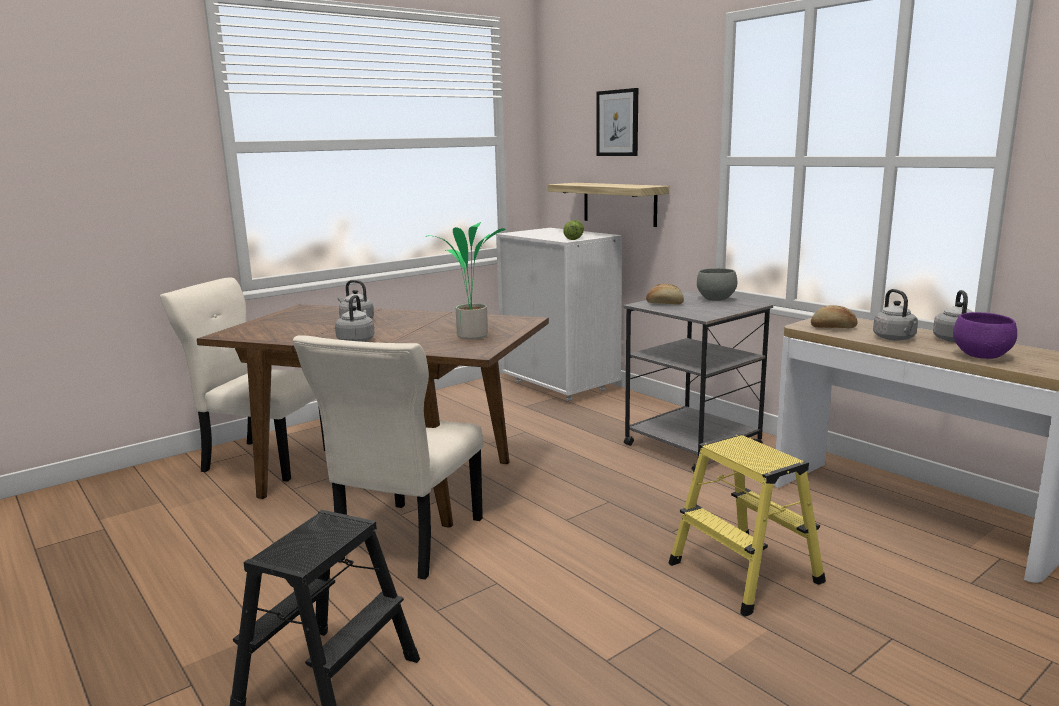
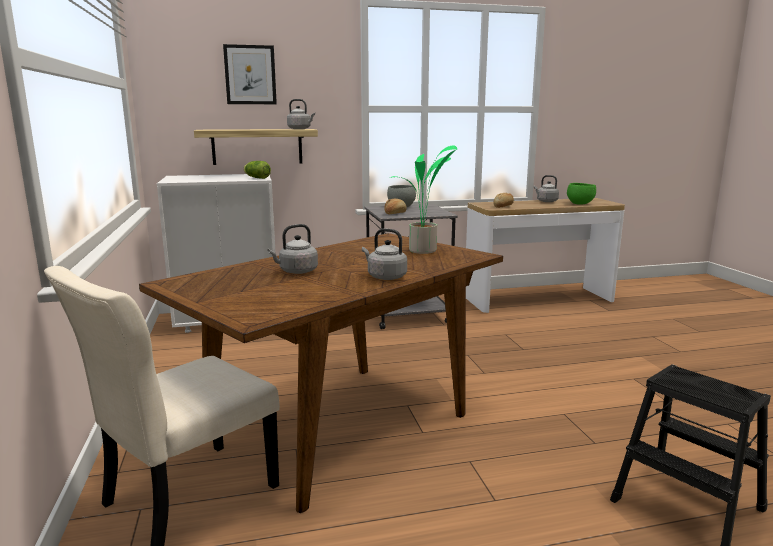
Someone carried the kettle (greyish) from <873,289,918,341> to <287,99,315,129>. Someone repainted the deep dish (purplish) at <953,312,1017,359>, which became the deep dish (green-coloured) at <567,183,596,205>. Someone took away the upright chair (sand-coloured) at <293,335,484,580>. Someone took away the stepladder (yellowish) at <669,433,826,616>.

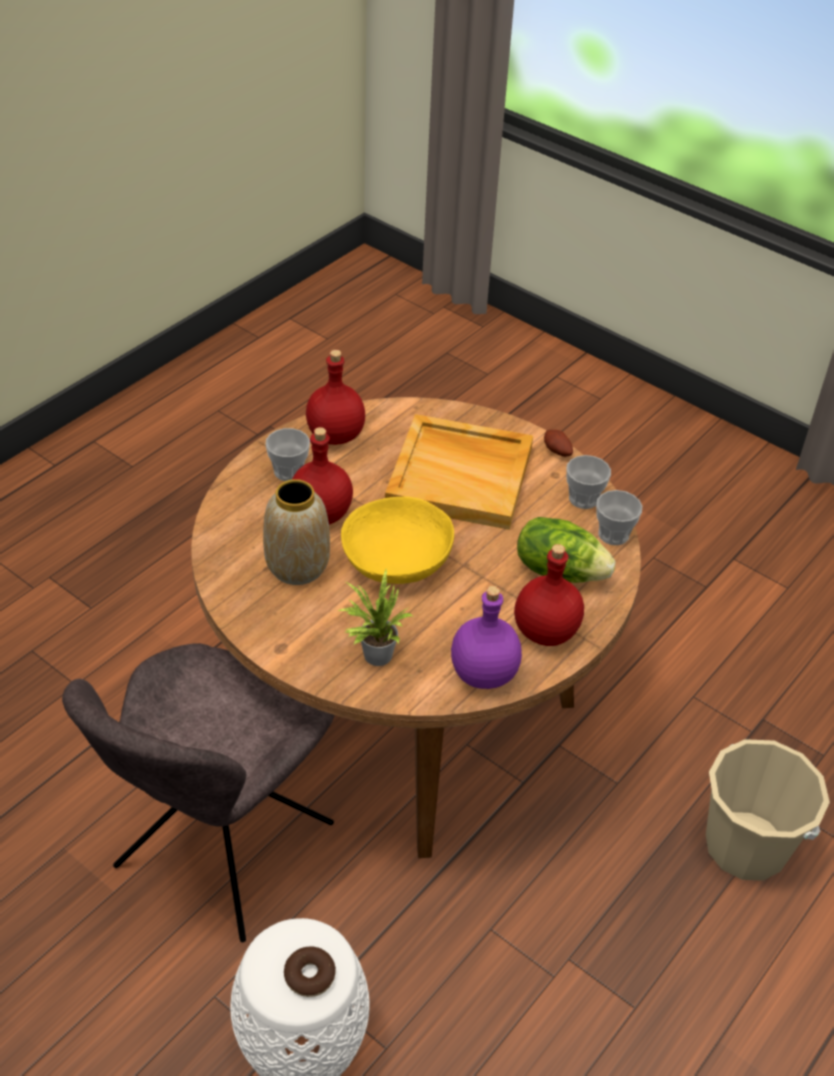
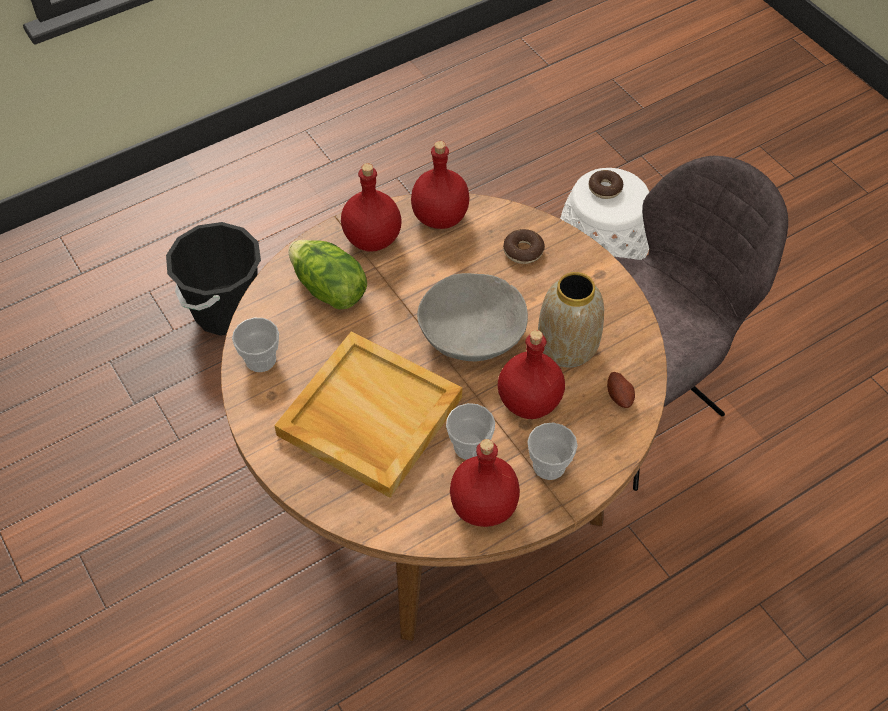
Someone repainted the bucket (sand-coloured) at <706,739,830,881>, which became the bucket (black-coloured) at <166,222,261,336>. Someone repainted the beverage bottle (purplish) at <451,586,522,689>, which became the beverage bottle (reddish) at <411,141,470,229>. Someone repainted the deep dish (yellowish) at <341,497,454,584>, which became the deep dish (greyish) at <417,273,528,361>. Someone carried the small cup from <596,490,642,545> to <446,403,495,460>. Someone swapped the potted plant at <338,570,414,666> for the doughnut at <503,229,545,264>. Someone carried the spud from <544,430,573,457> to <607,372,635,408>.

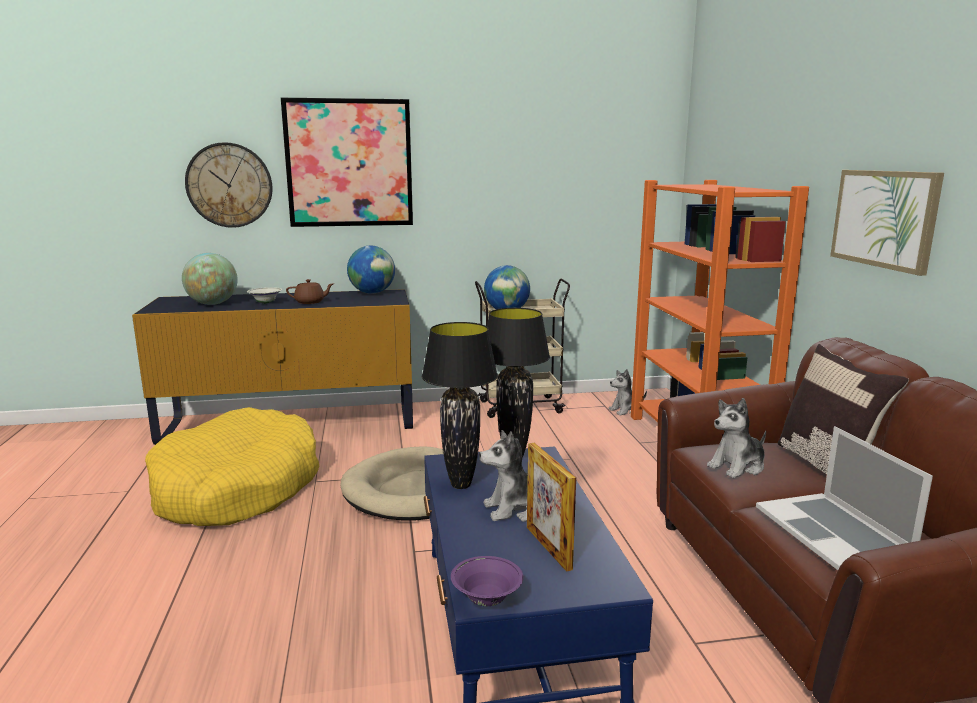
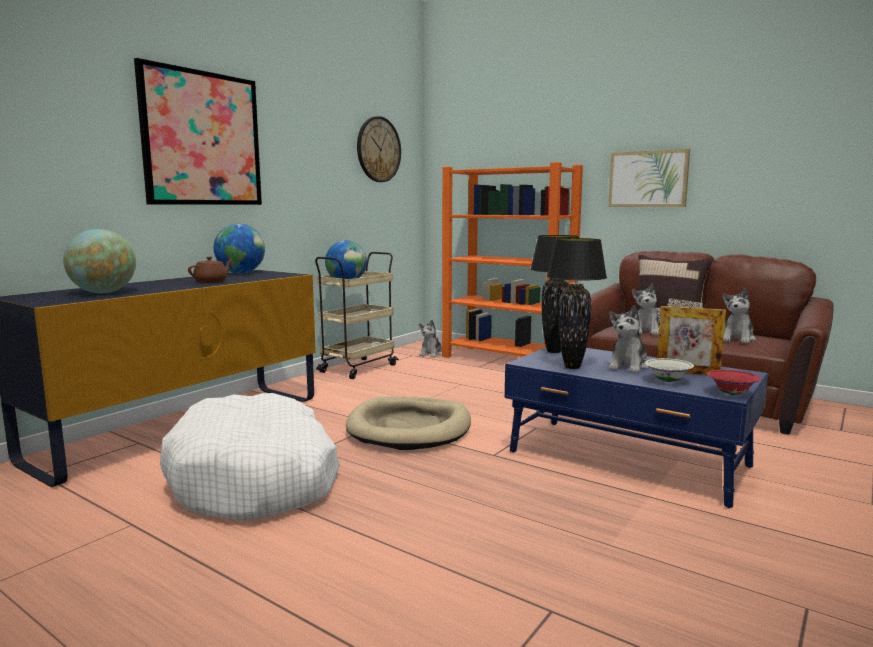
Someone repainted the dog bed (yellowish) at <145,407,319,526>, which became the dog bed (white) at <160,393,340,521>. Someone carried the wall clock from <185,142,273,228> to <357,116,401,182>. Someone carried the deep dish (white) from <247,287,282,304> to <645,358,694,382>. Someone repainted the deep dish (purplish) at <451,556,523,606>, which became the deep dish (reddish) at <707,370,761,395>. Someone swapped the notebook computer at <756,426,933,570> for the cuddly toy at <722,288,756,343>.

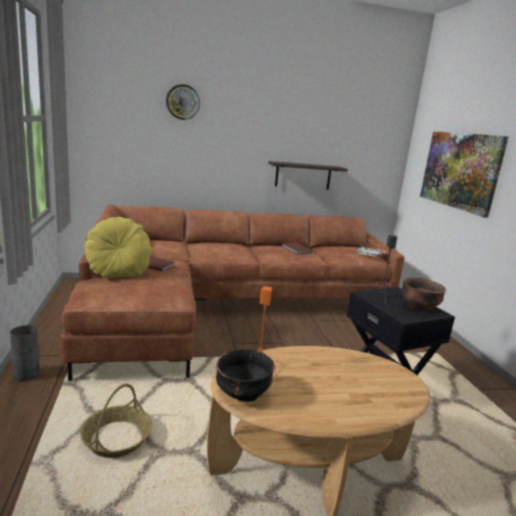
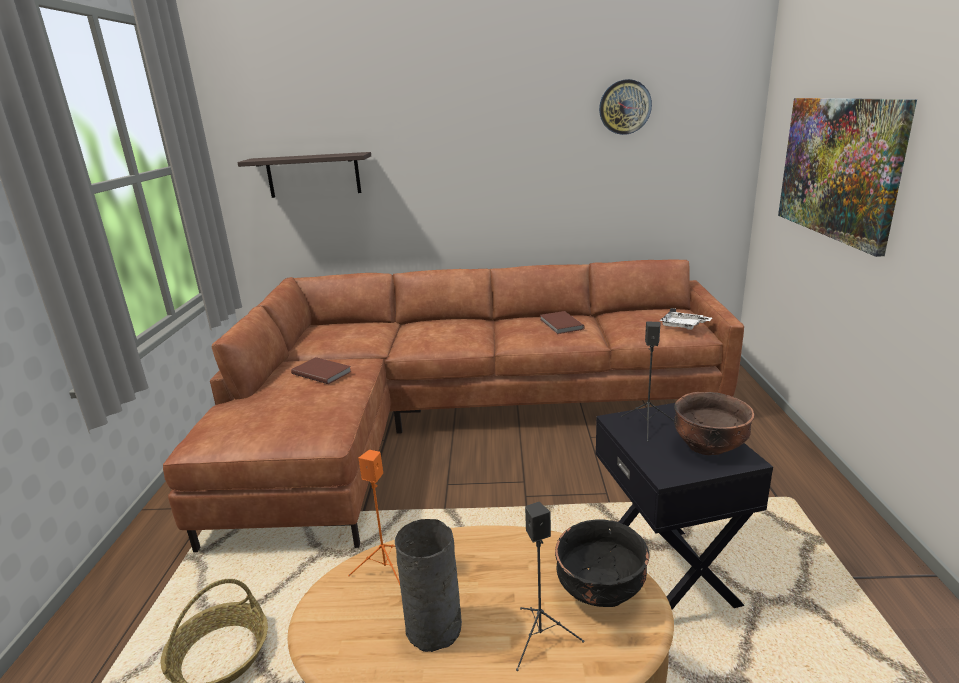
Someone carried the wall shelf from <268,161,348,190> to <237,152,371,198>. Someone carried the vase (greyish) from <10,325,40,381> to <395,519,462,652>. Someone put down the audio speaker (black-coloured) at <516,502,585,671>. Someone carried the deep dish (black-coloured) from <216,349,275,402> to <555,520,649,607>. Someone carried the wall clock from <166,84,200,120> to <599,79,652,135>. Someone took away the pillow (yellowish) at <85,217,152,278>.

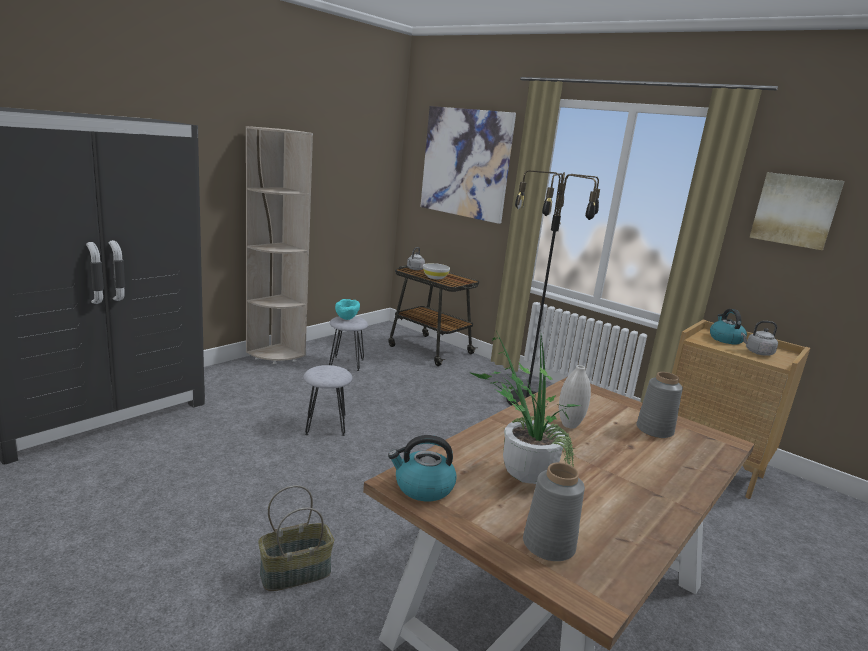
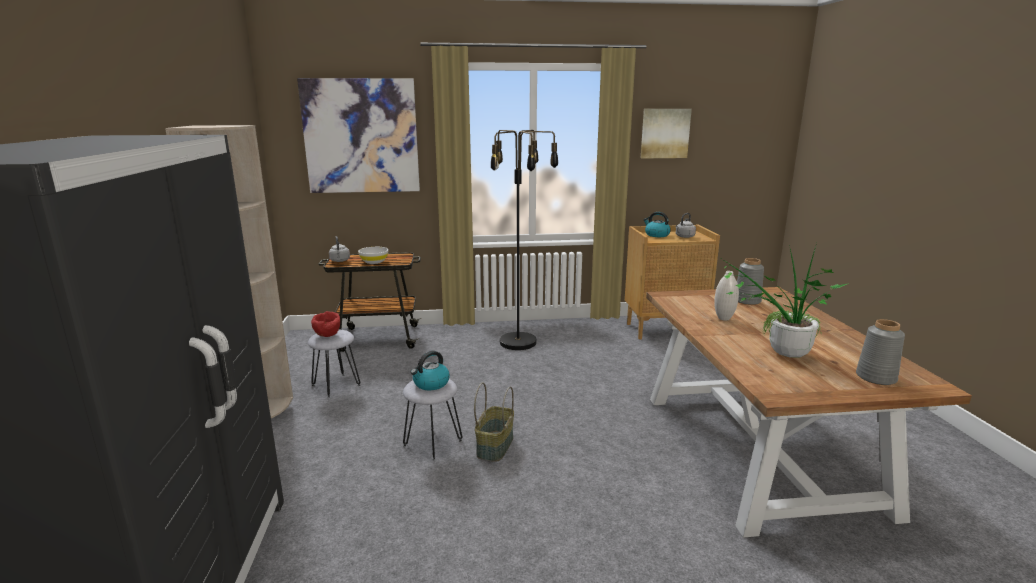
Someone repainted the deep dish (turquoise) at <335,299,360,320>, which became the deep dish (reddish) at <311,311,340,337>. Someone carried the kettle from <388,435,457,501> to <411,351,450,390>. Someone carried the basket from <258,485,334,591> to <474,383,514,462>.

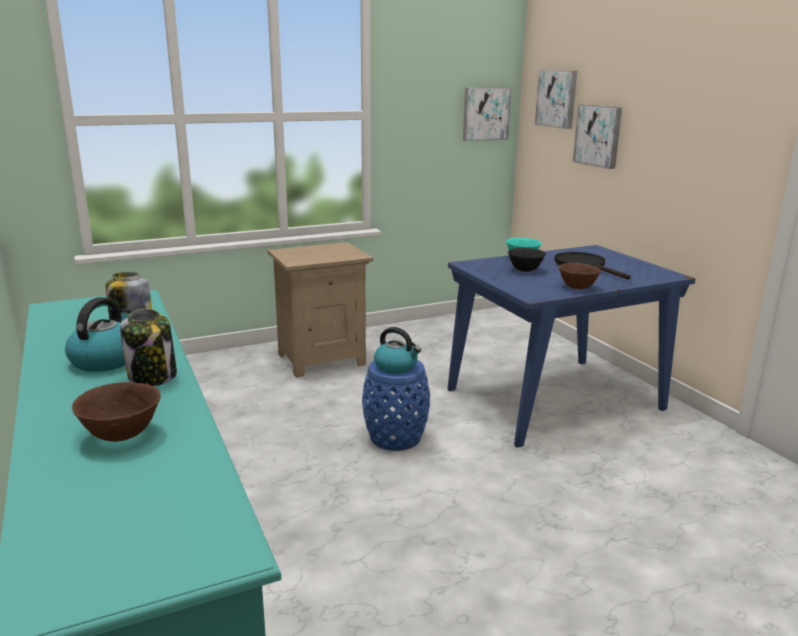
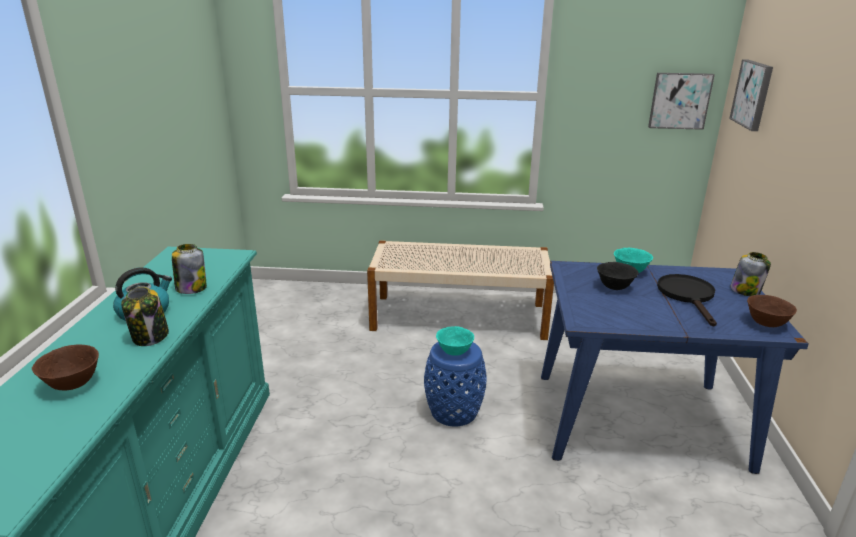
Someone swapped the bedside table (sand-coloured) at <267,242,373,377> for the long seat (sand-coloured) at <367,240,554,340>. Someone swapped the kettle at <374,327,421,374> for the deep dish (turquoise) at <436,326,474,356>. Someone put down the preserve jar at <730,252,771,296>. Someone carried the deep dish (brownish) from <559,263,601,289> to <747,295,797,327>. Someone took away the wall art at <573,105,622,169>.

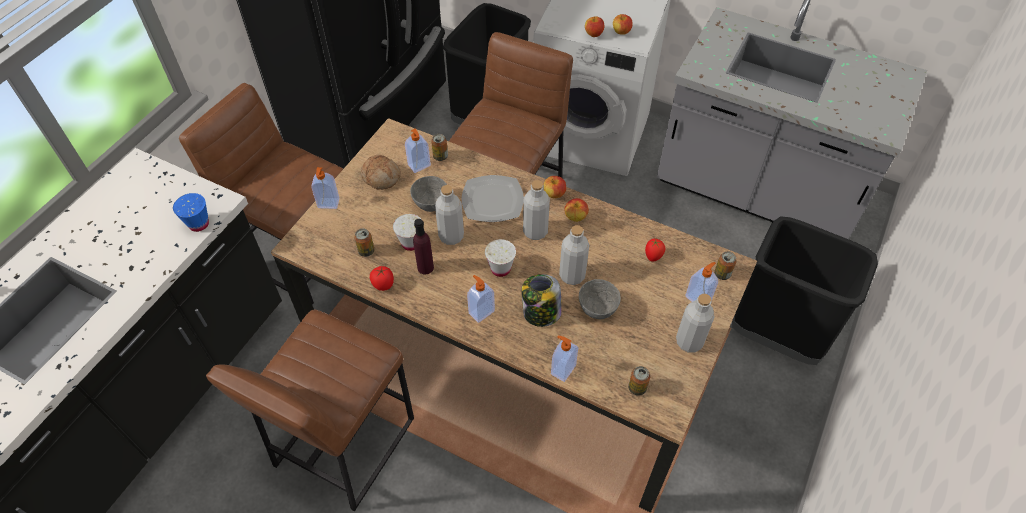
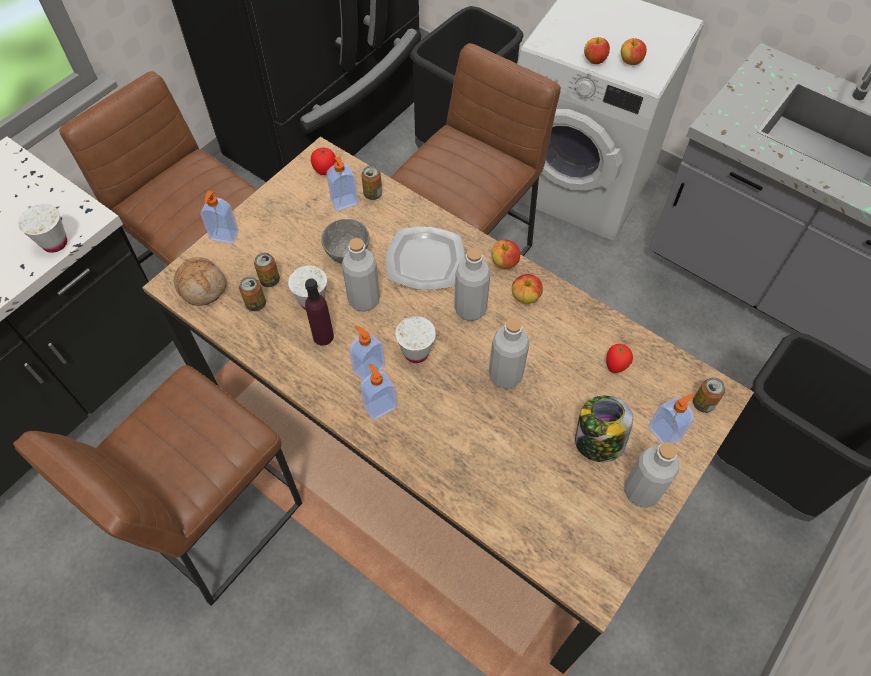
Someone repainted the small cup (bluish) at <173,193,209,232>, which became the small cup (white) at <18,204,67,253>. Someone carried the bread from <361,155,401,190> to <174,257,227,306>. Someone carried the sealed can from <628,366,650,396> to <254,253,280,287>. Someone carried the whole tomato from <370,266,394,291> to <311,148,336,175>. Someone carried the soap bottle from <551,336,578,382> to <349,326,385,380>. Someone carried the preserve jar from <522,274,562,327> to <575,396,633,462>. Someone took away the deep dish (greyish) at <579,279,621,319>.

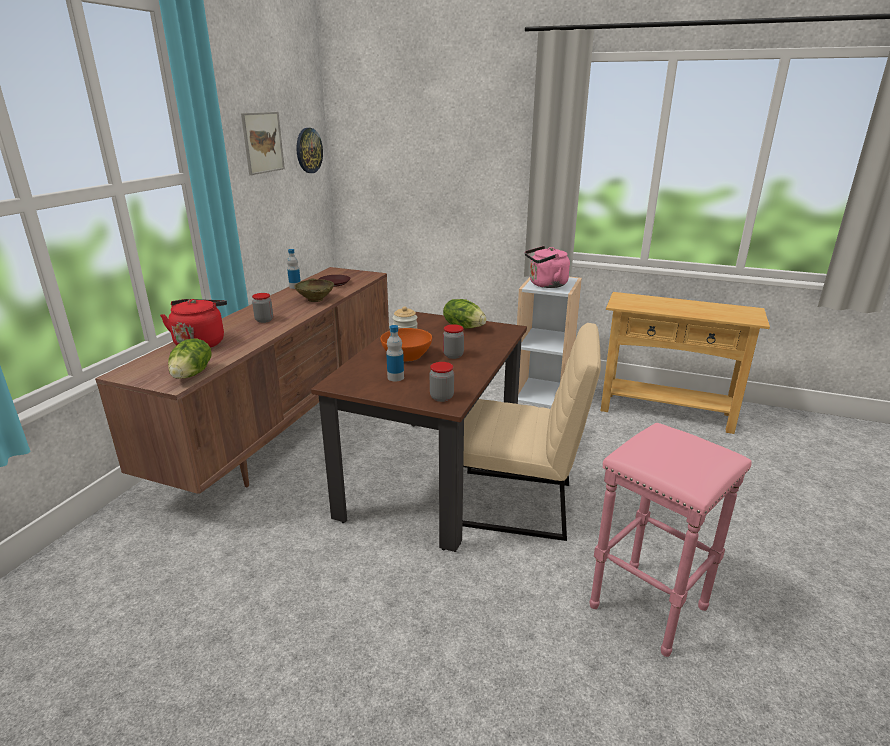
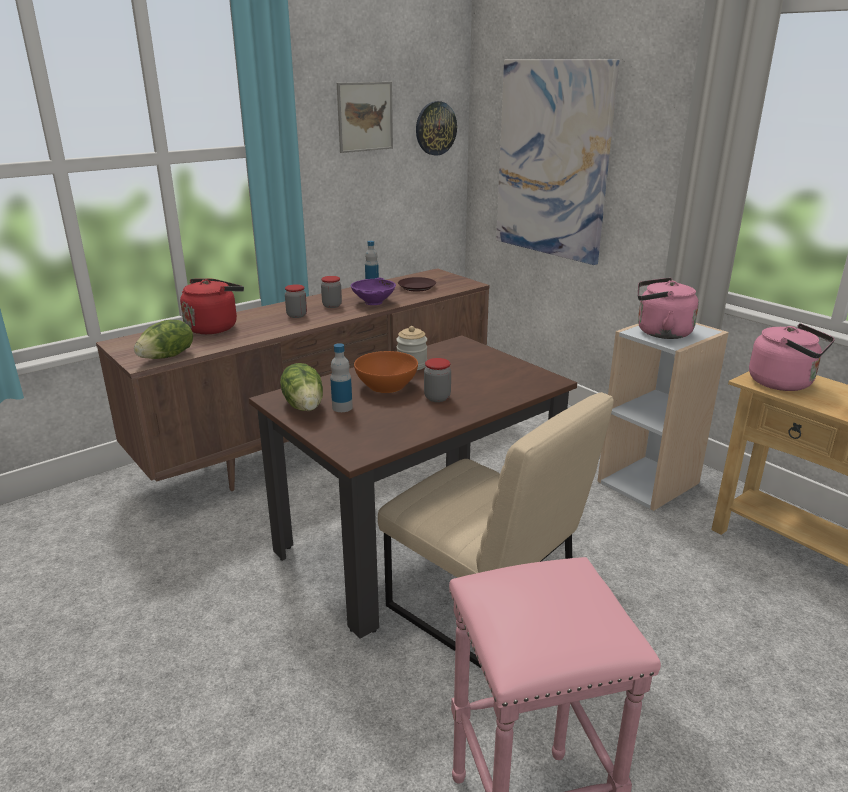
Someone carried the head of lettuce from <443,299,487,329> to <280,363,323,411>. Someone carried the preserve jar from <430,362,454,402> to <321,276,342,308>. Someone repainted the deep dish (sand-coloured) at <294,278,334,302>, which became the deep dish (purplish) at <351,278,396,305>. Someone put up the wall art at <496,59,619,265>. Someone put down the kettle (pink-coloured) at <749,323,835,391>.

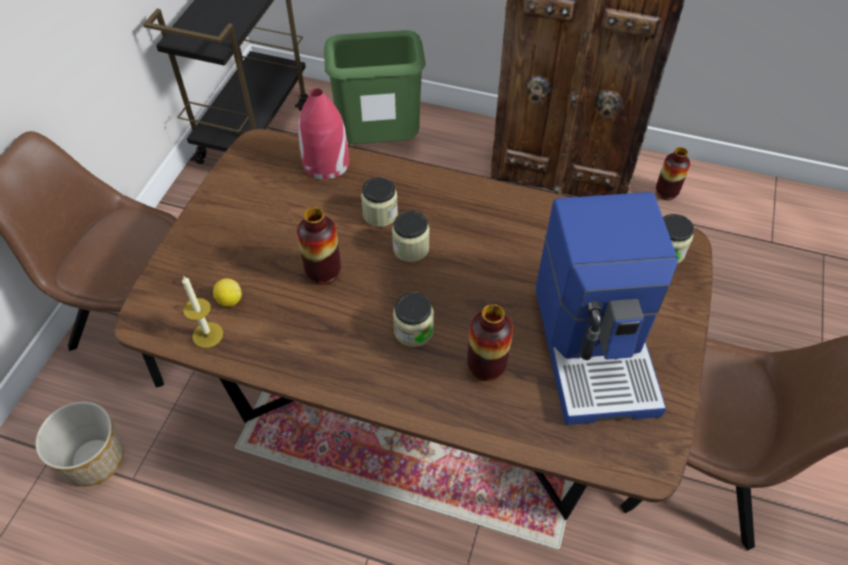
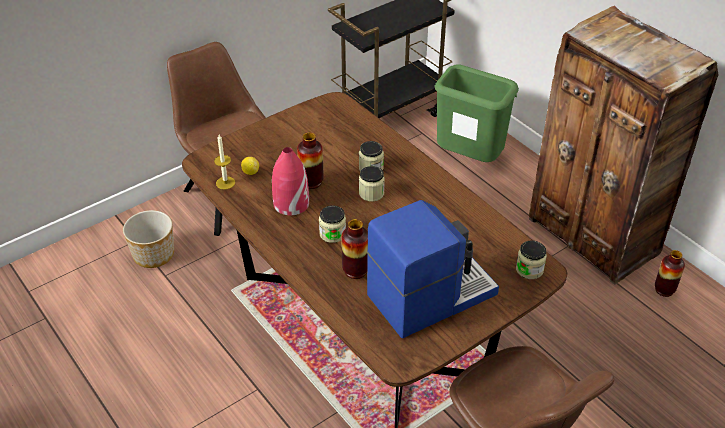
Someone carried the vase (reddish) from <298,88,349,180> to <272,147,309,215>. Someone rotated the coffee machine at <535,192,678,425> by 150 degrees counterclockwise.

